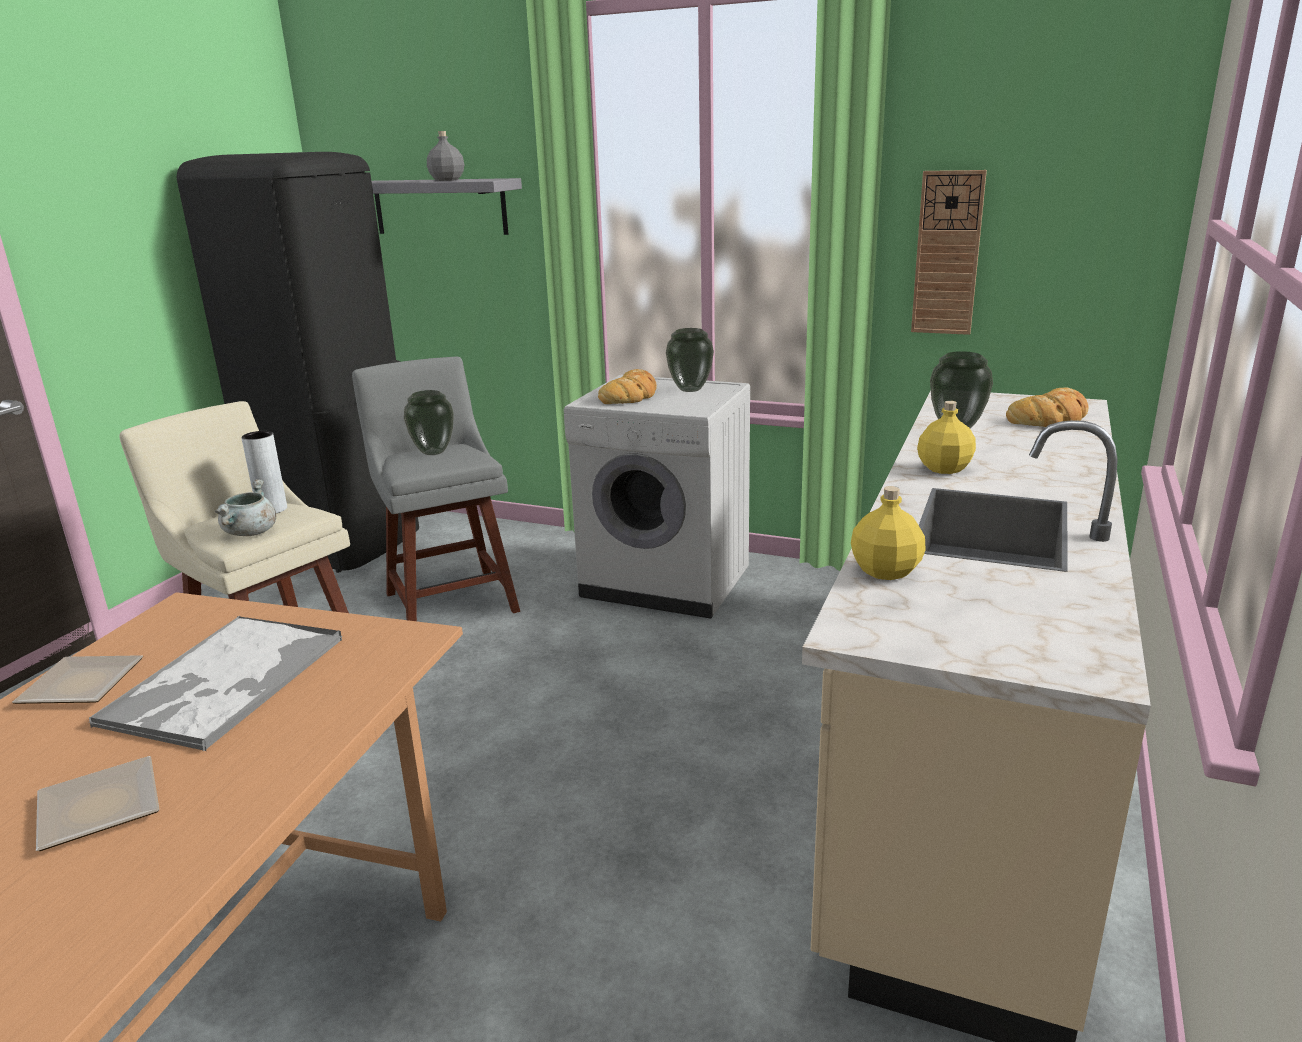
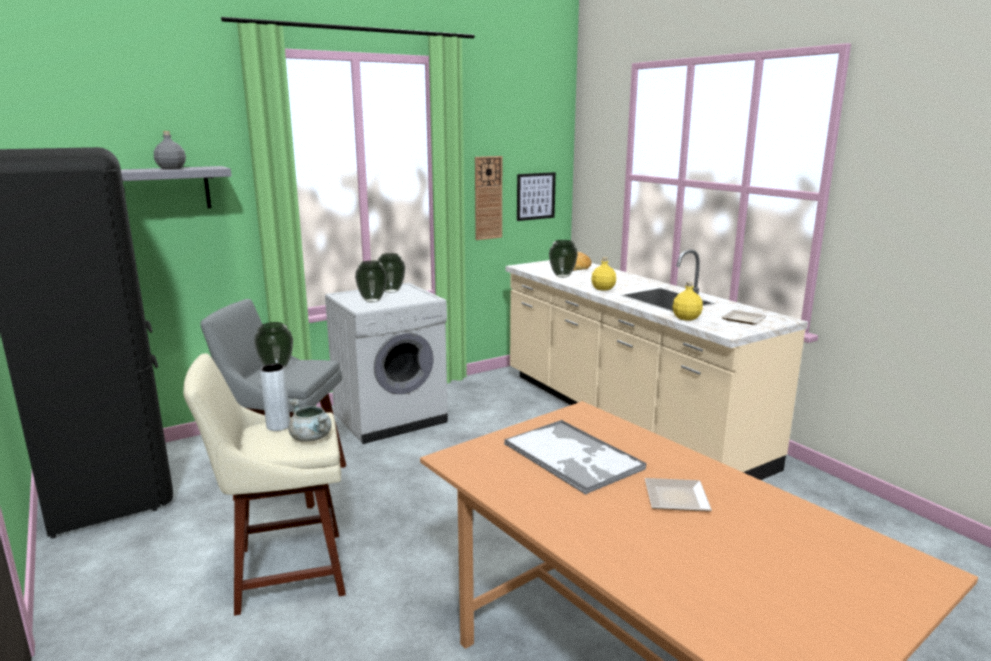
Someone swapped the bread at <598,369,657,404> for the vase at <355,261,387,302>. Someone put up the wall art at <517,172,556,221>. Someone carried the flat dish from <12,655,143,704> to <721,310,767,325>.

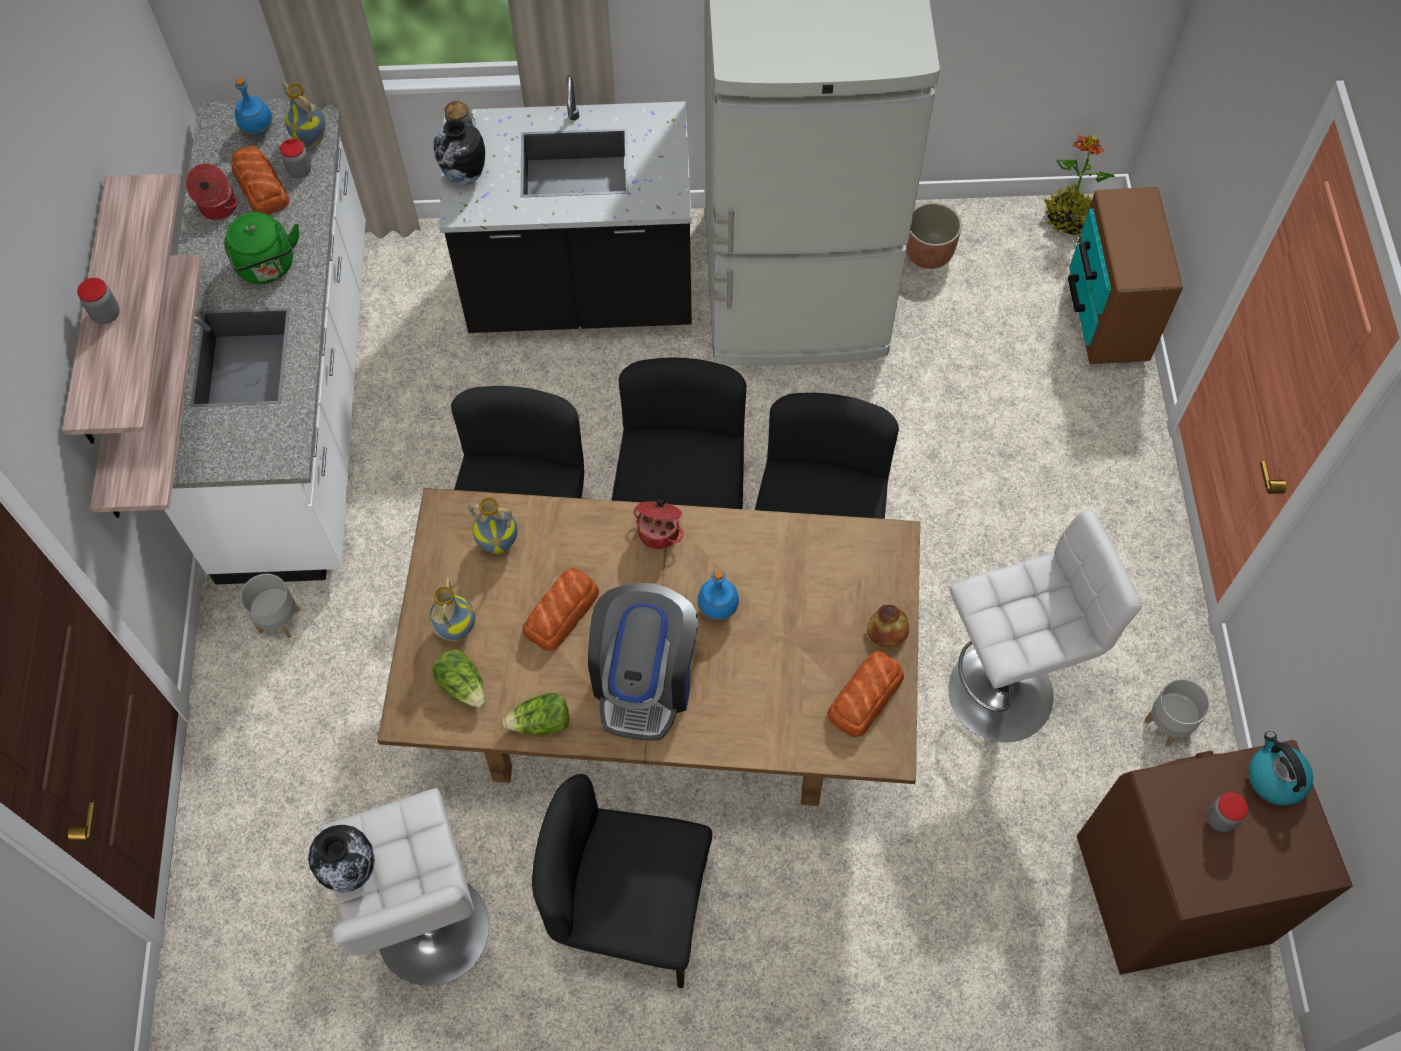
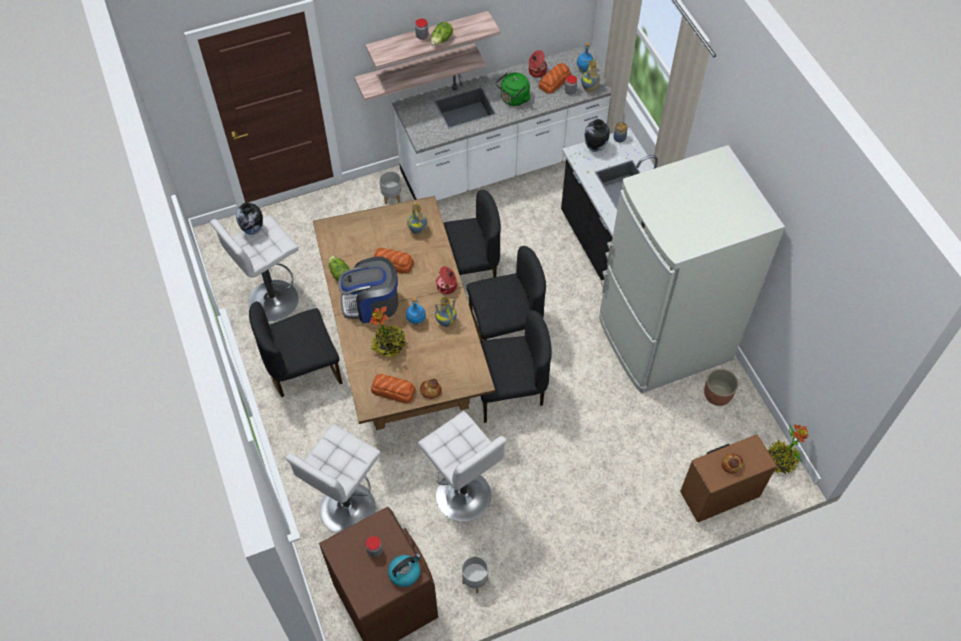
Someone rotated the upright chair (black-coloured) at <532,774,712,988> by 105 degrees counterclockwise. Someone put down the sitting stool (white) at <285,424,381,533>. Someone put down the potted plant at <370,306,406,358>. Someone carried the head of lettuce from <432,649,485,708> to <431,22,453,46>. Someone carried the vase from <429,577,475,641> to <435,297,457,327>. Someone put down the bread at <721,453,744,474>.

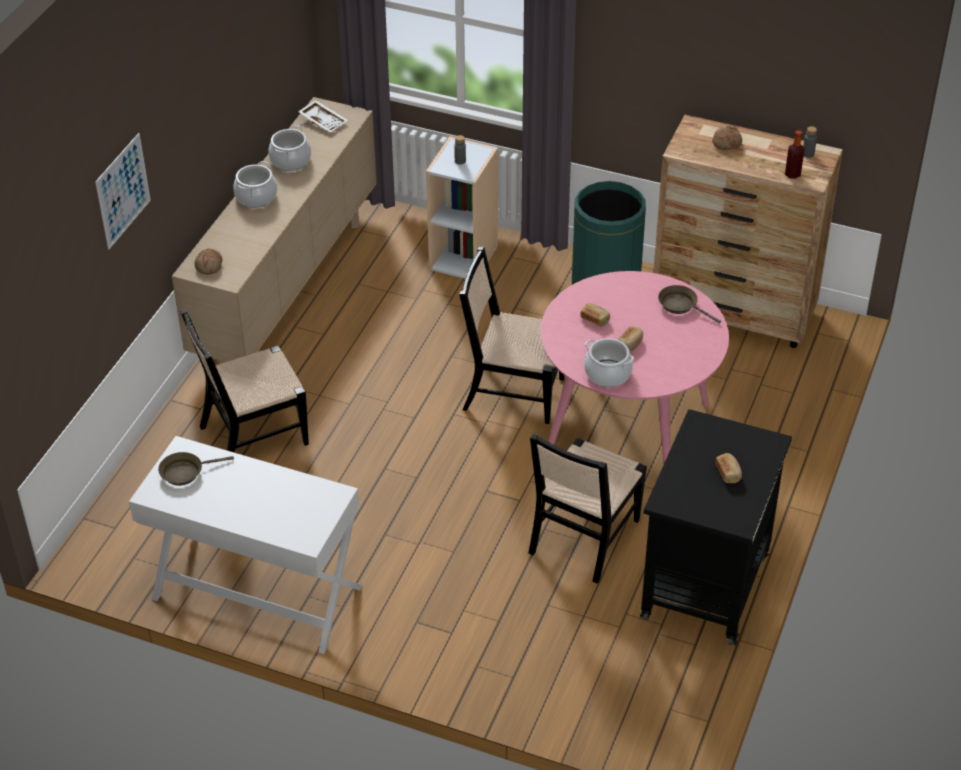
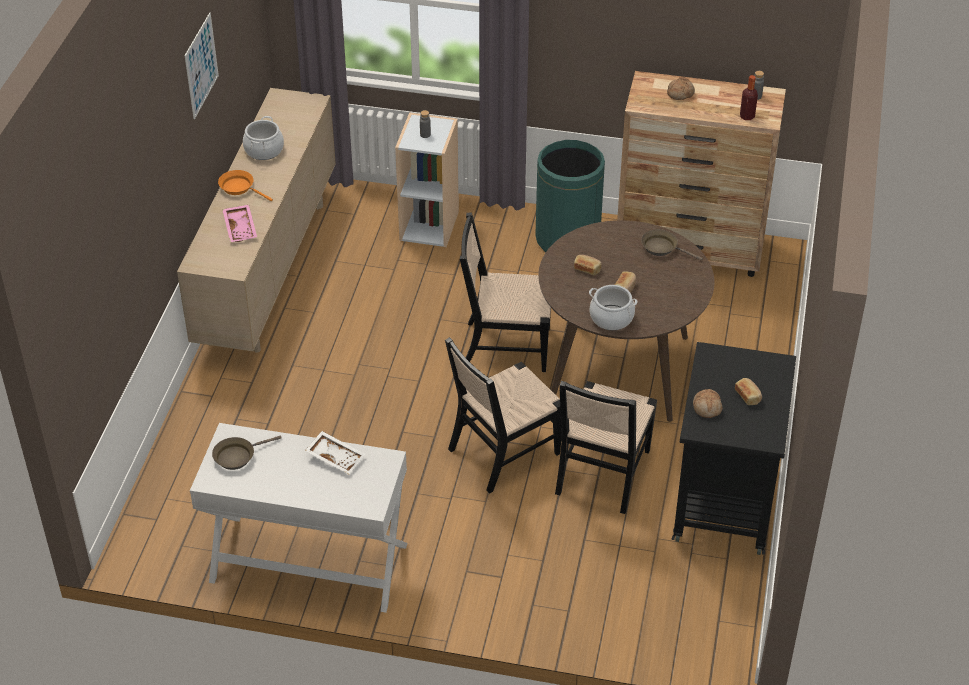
Someone carried the wall art from <95,133,151,249> to <185,13,219,119>. Someone swapped the saucepot at <233,161,277,208> for the skillet (orange) at <218,170,273,201>. Someone put down the serving tray (pink-coloured) at <222,205,257,242>. Someone carried the serving tray (white) from <298,100,348,133> to <305,431,365,474>. Someone carried the upright chair from <180,309,309,453> to <445,337,562,494>. Someone repainted the dinner table (pink-coloured) at <541,271,729,464>, which became the dinner table (brownish) at <538,220,715,422>. Someone carried the bread from <195,248,222,275> to <693,389,722,418>.

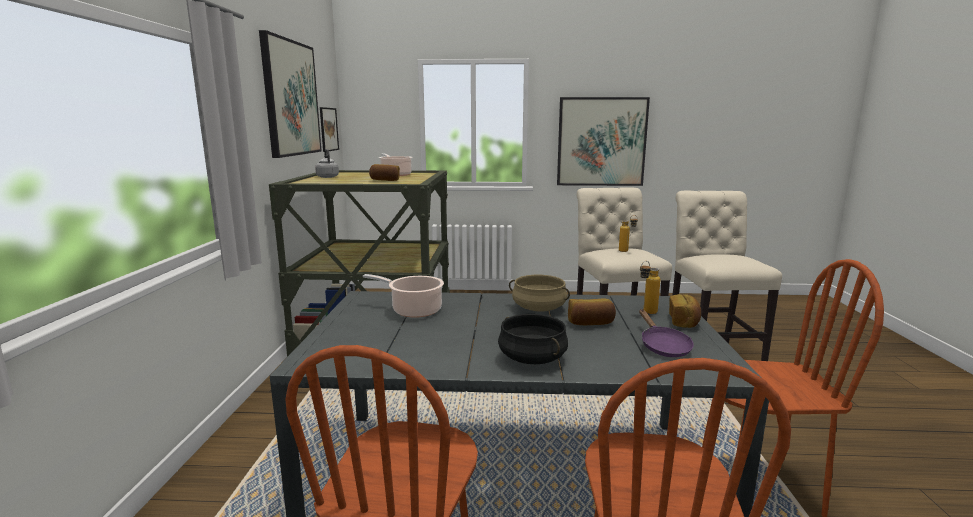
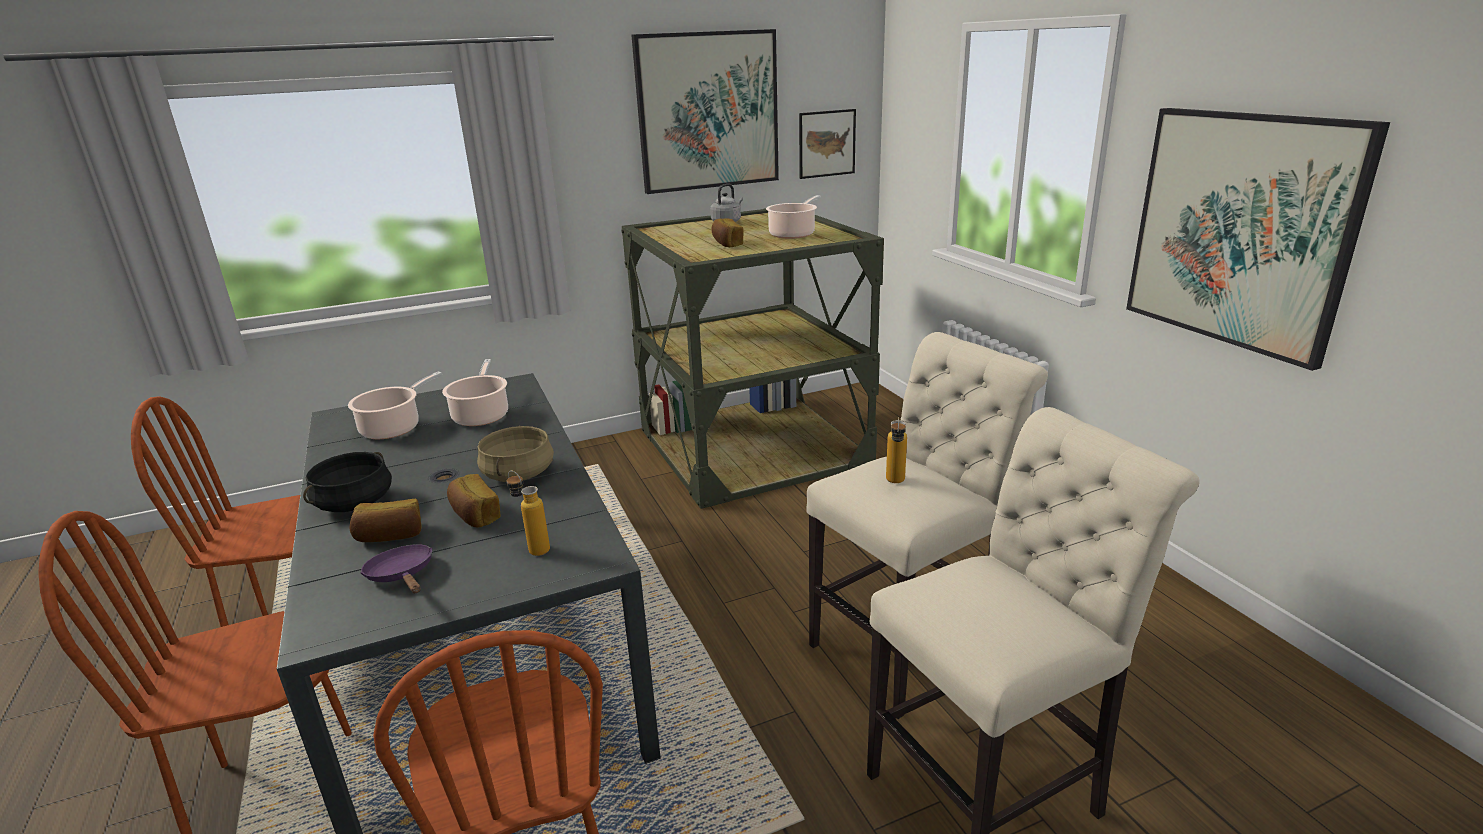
Someone put down the saucepot at <348,372,442,439>. Someone carried the bread from <669,294,701,328> to <350,499,421,542>. Someone rotated the skillet (purplish) at <639,309,694,357> by 90 degrees clockwise.

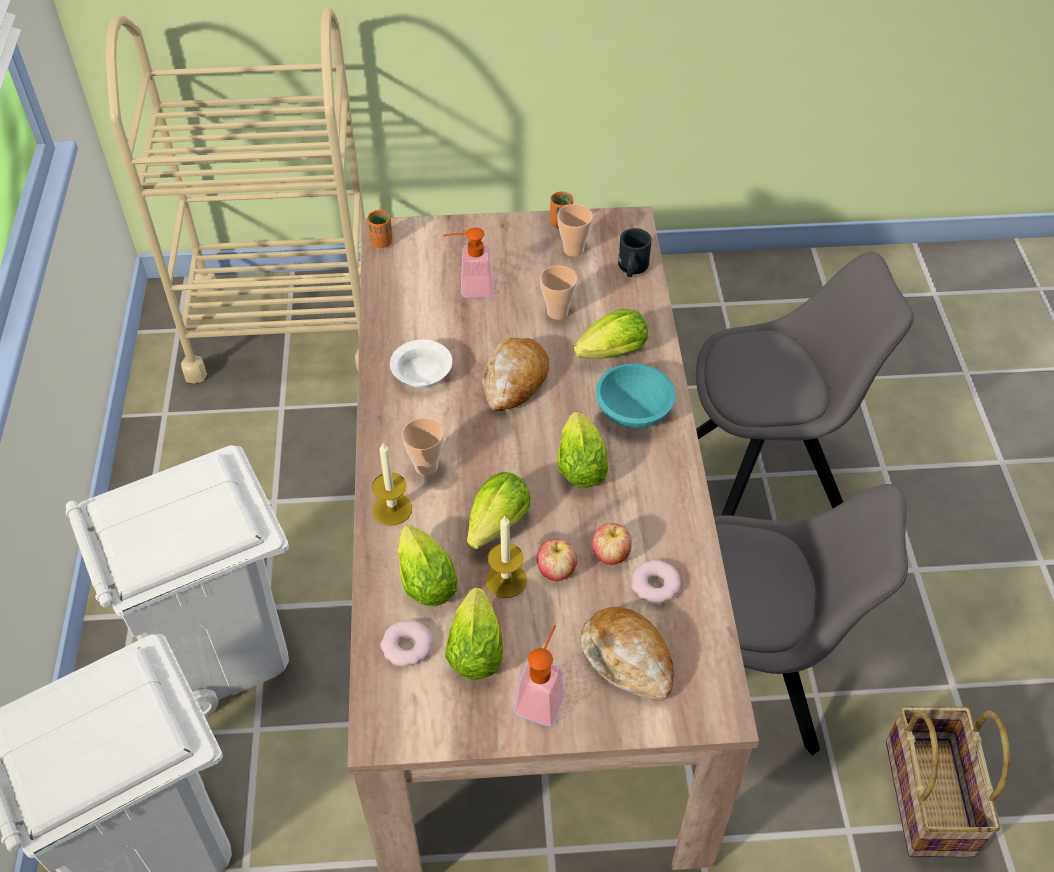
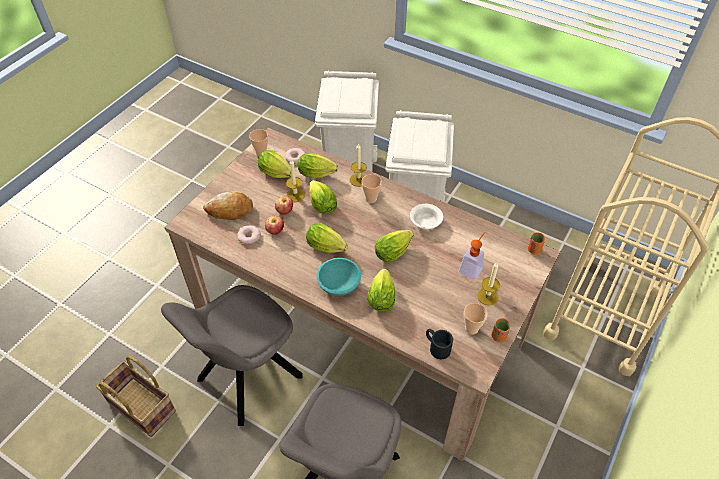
Someone carried the small cup from <540,266,577,320> to <249,129,268,156>. Someone swapped the bread at <482,338,549,412> for the head of lettuce at <375,230,414,262>. Someone put down the wax light at <477,262,500,305>. Someone took away the soap bottle at <515,625,565,726>.

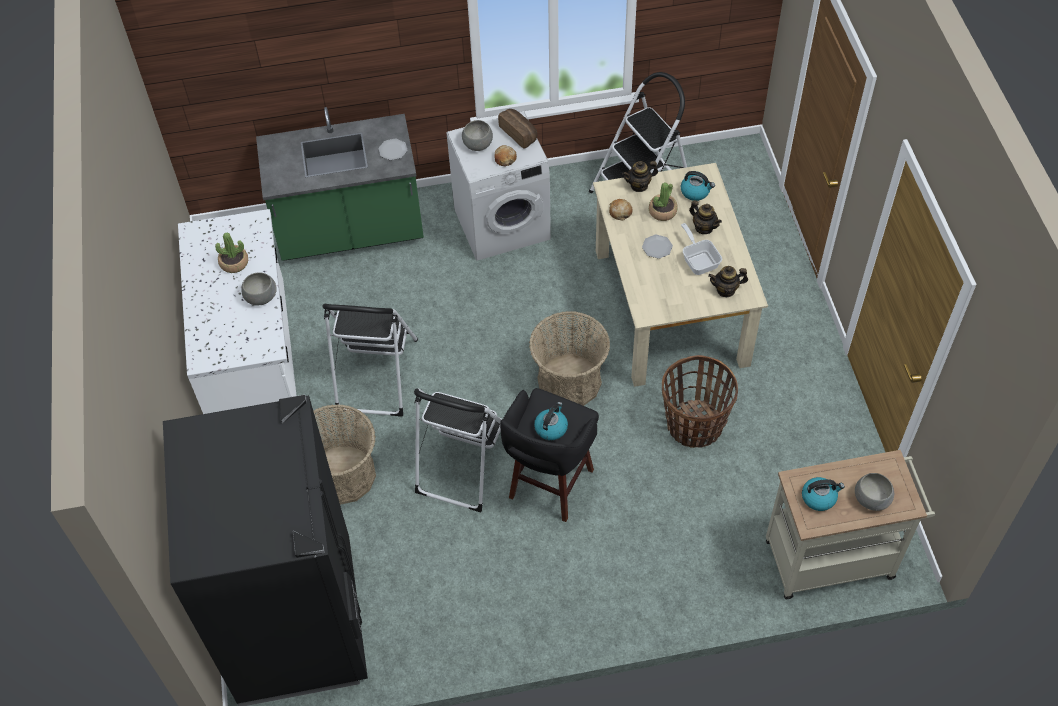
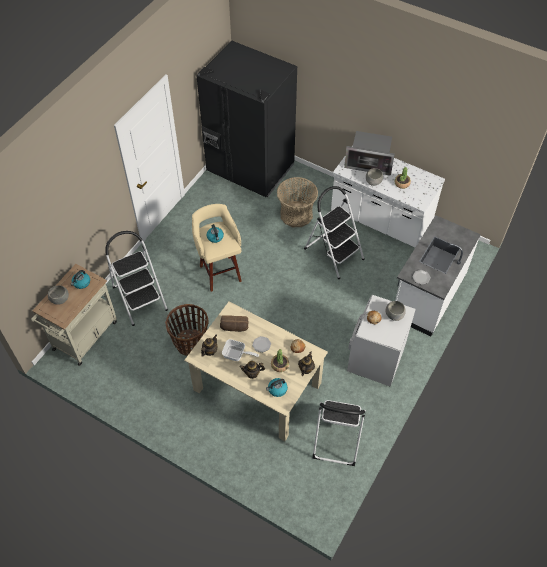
Someone carried the stepladder from <414,388,502,512> to <105,231,168,326>. Someone repainted the sitting stool (black-coloured) at <500,388,599,522>, which became the sitting stool (sand-coloured) at <192,204,242,292>. Someone carried the bread from <498,109,537,149> to <220,315,248,332>. Someone put down the microwave oven at <344,131,395,176>. Someone repainted the counter (green-coloured) at <256,107,424,261>, which became the counter (white) at <395,215,481,337>. Someone took away the basket at <529,311,610,406>.

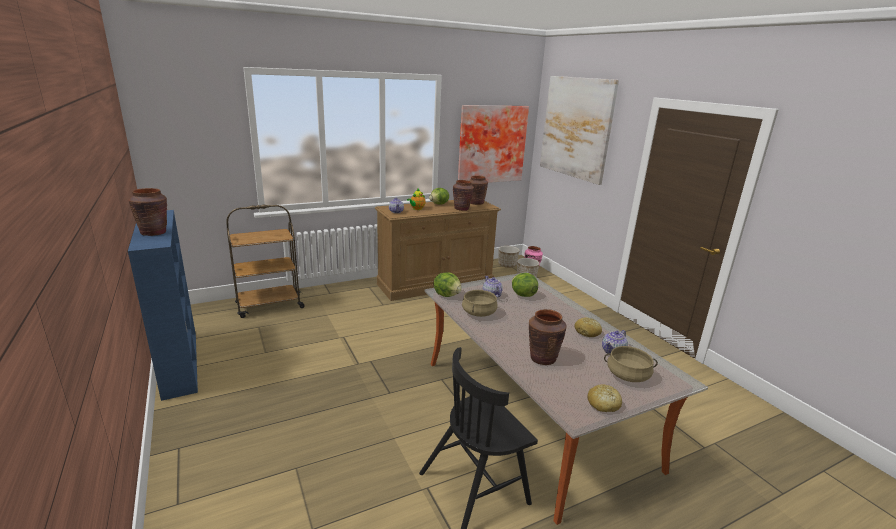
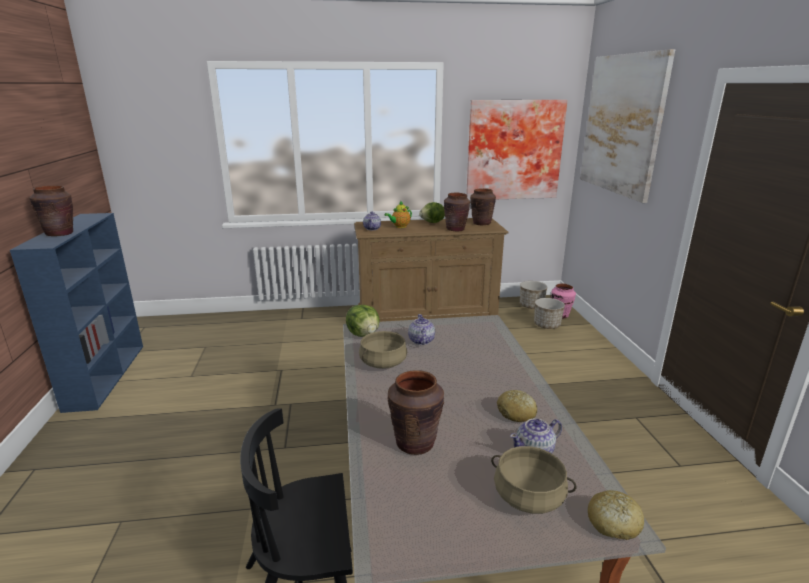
Someone carried the bread from <588,384,622,412> to <588,490,644,540>. Someone took away the wheeled cart (brownish) at <227,204,305,318>. Someone took away the head of lettuce at <512,273,538,297>.

